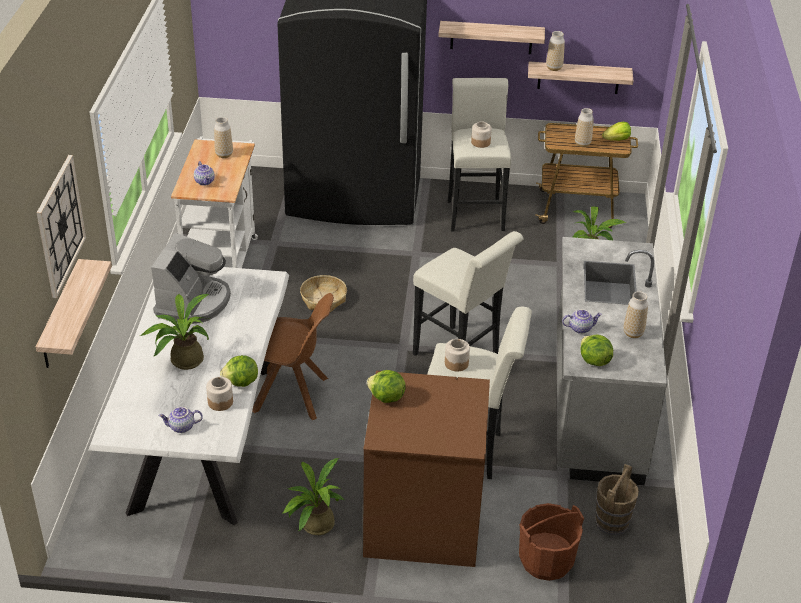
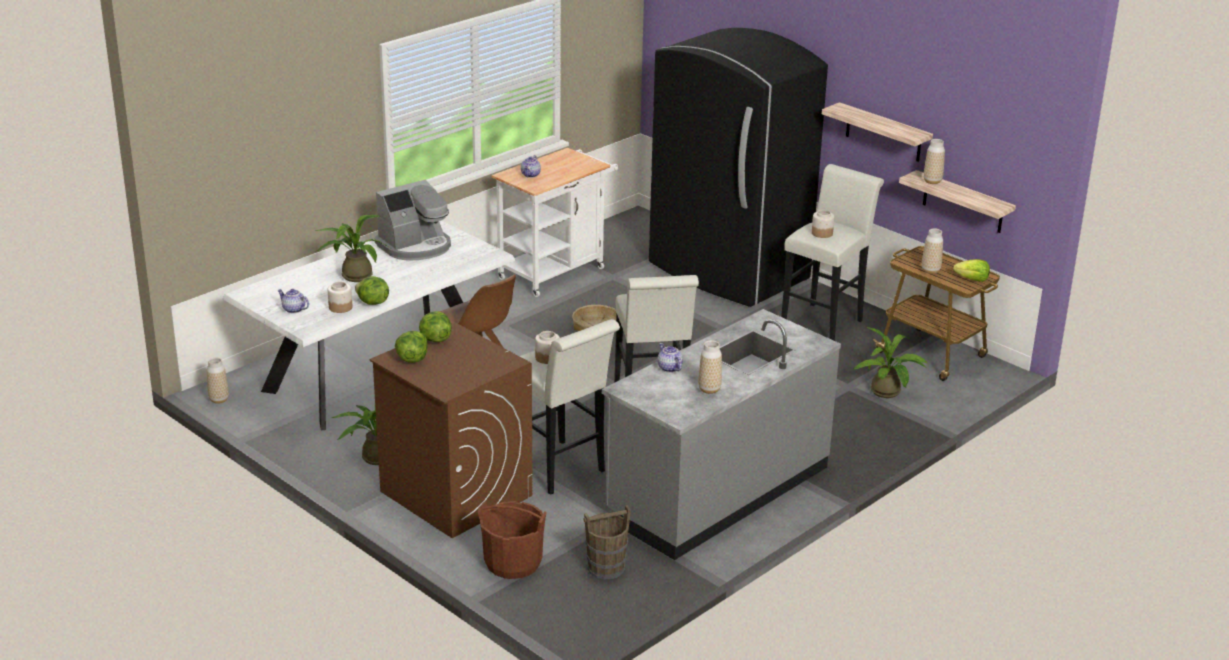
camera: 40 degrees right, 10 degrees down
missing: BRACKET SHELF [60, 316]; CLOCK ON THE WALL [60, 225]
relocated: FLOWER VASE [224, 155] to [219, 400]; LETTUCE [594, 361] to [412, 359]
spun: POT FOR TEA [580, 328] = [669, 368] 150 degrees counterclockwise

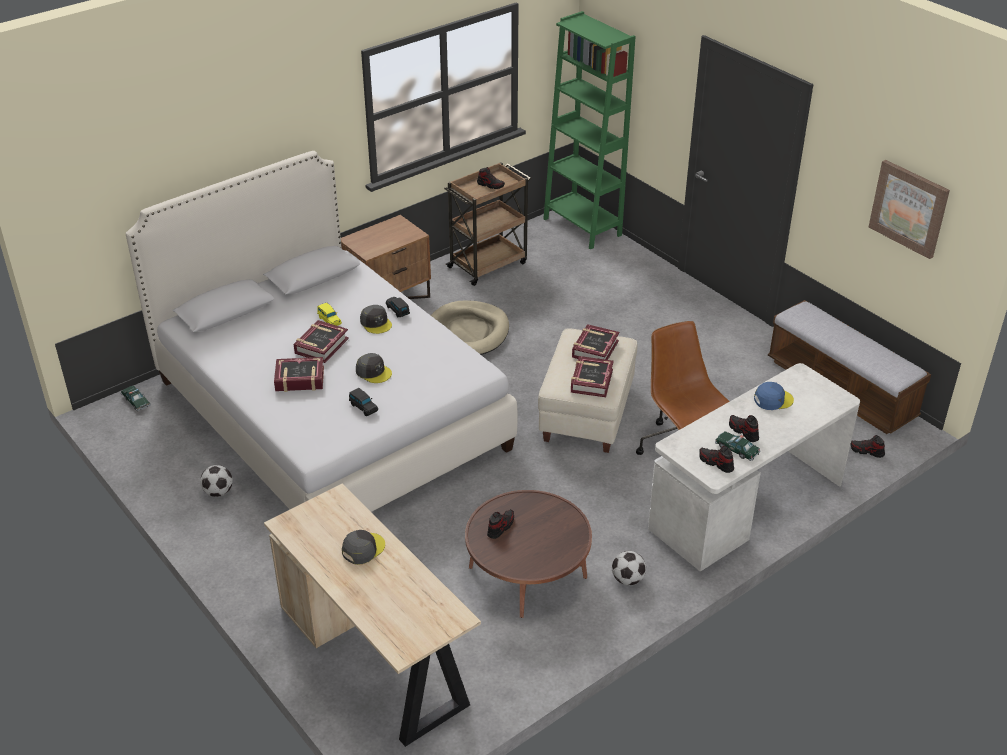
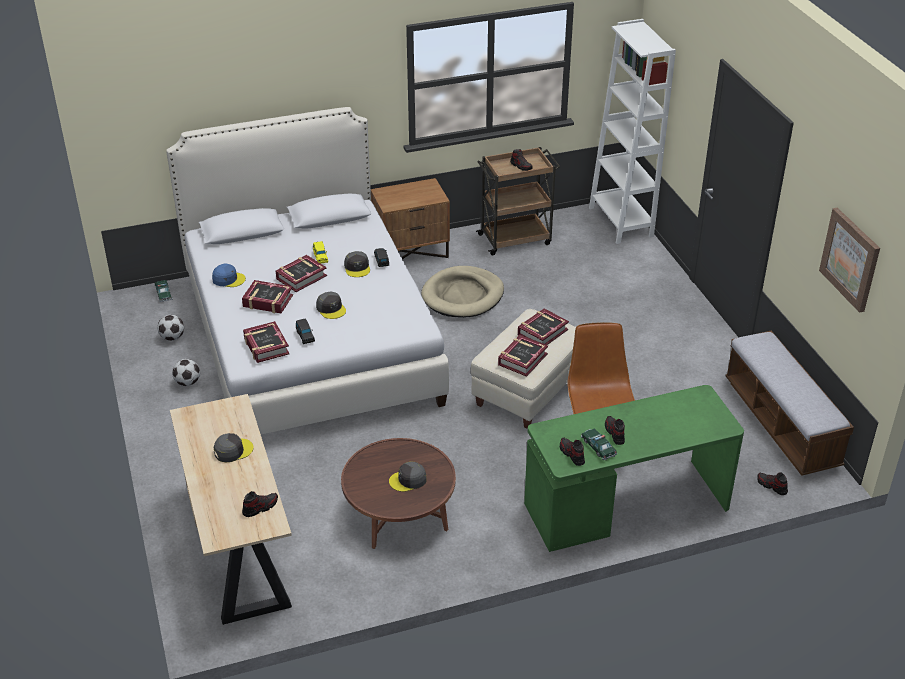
camera: 20 degrees right, 0 degrees up
appeared: BOOK [266, 346]; GREY BASEBALL CAP [408, 480]
relocated: LOW SHOE [500, 527] to [260, 507]; FOOTBALL [627, 579] to [172, 337]; BLUE-COLOURED BASEBALL CAP [773, 400] to [228, 279]
colour: GREENISH BOOKSHELF [582, 227] to WHITISH BOOKSHELF [620, 222]; WHITISH DESK [747, 506] to GREENISH DESK [626, 506]

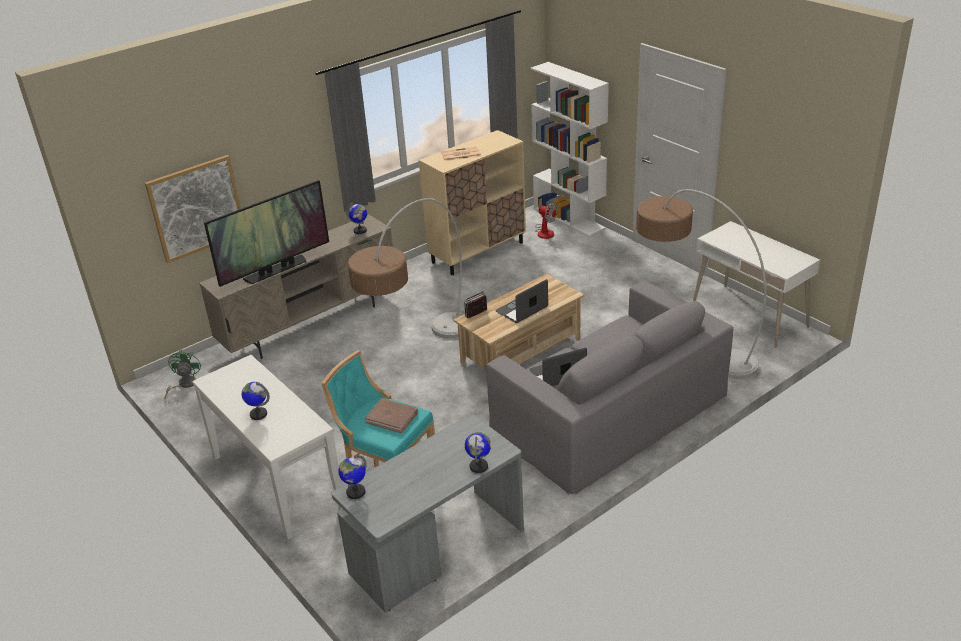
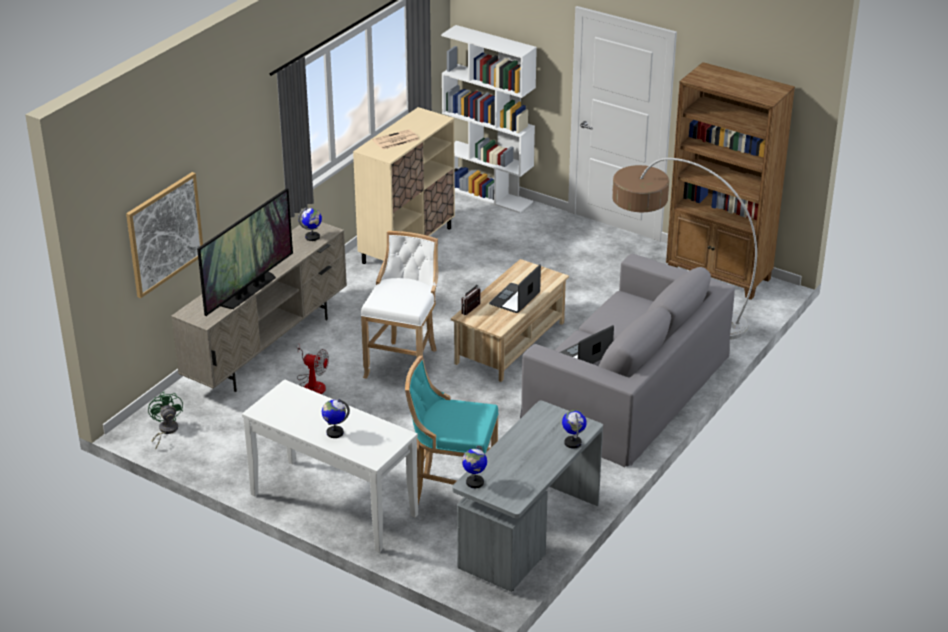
camera: 20 degrees left, 0 degrees up
missing: BROWN BOOK [392, 417]
relocated: FAN [545, 231] to [312, 384]
exchanged: FLOOR LAMP [417, 355] to WHITISH SITTING STOOL [404, 363]; WHITISH DESK [749, 315] to BROWN BOOKSHELF [719, 276]

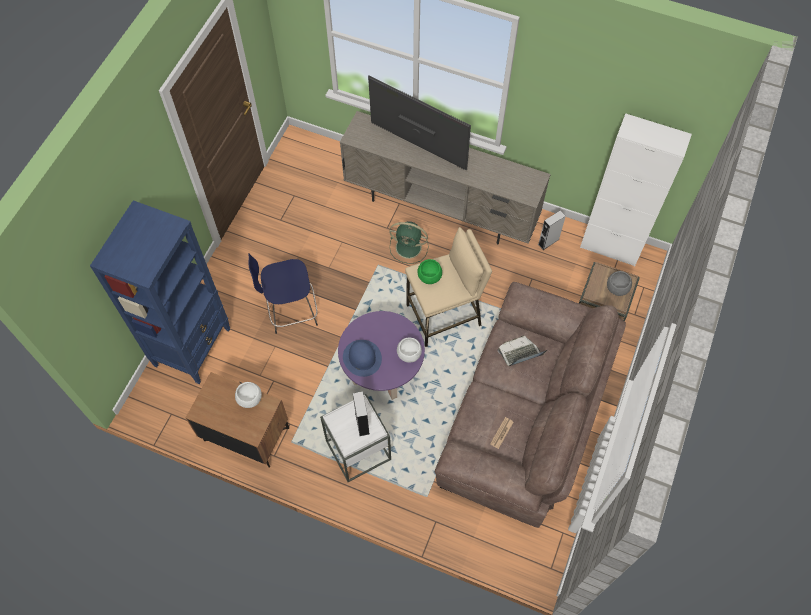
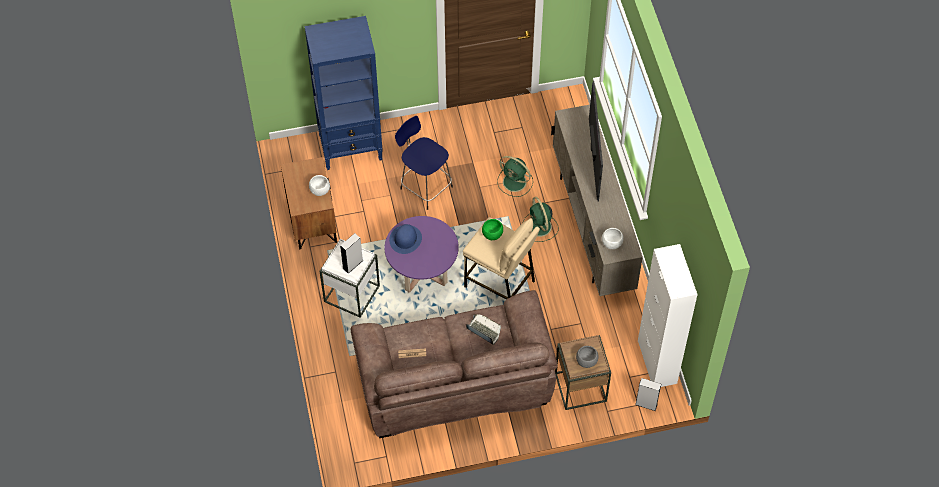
camera: 55 degrees right, 5 degrees down
appeared: GREENISH FAN [515, 182]
relocated: WHITISH SERVING BOWL [409, 354] to [611, 244]; GREY LOUDSPEAKER [548, 241] to [646, 404]

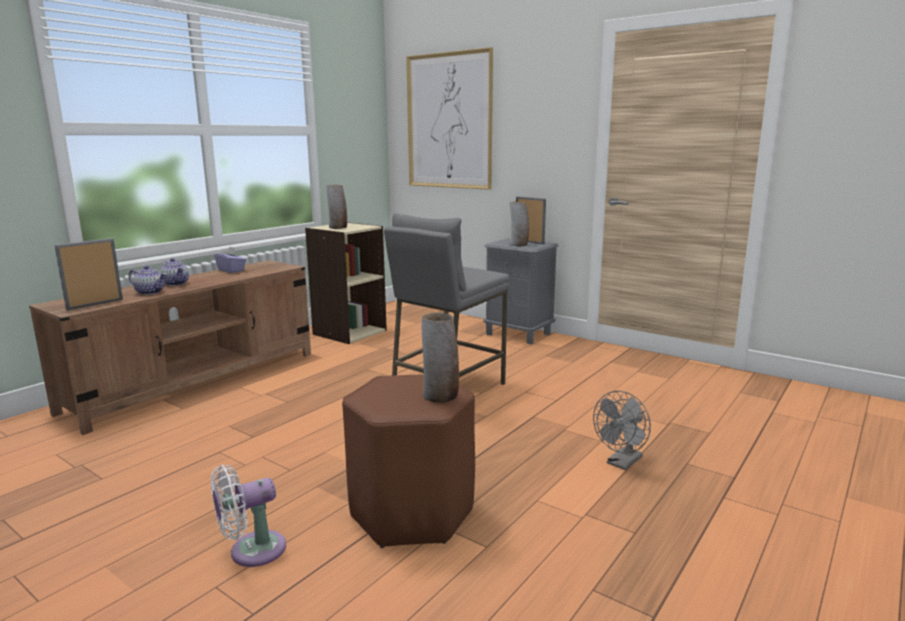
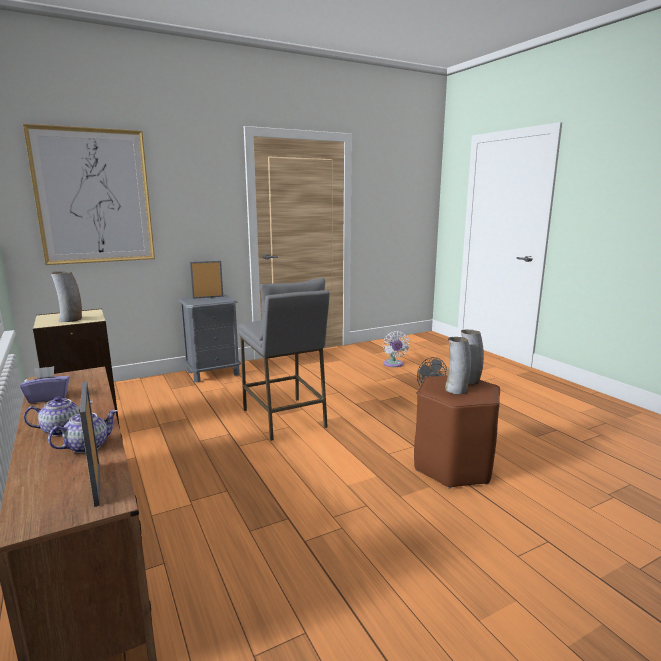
camera: 65 degrees left, 0 degrees up
relocated: WHITISH FAN [252, 551] to [393, 364]; FLOWER VASE [518, 245] to [456, 390]

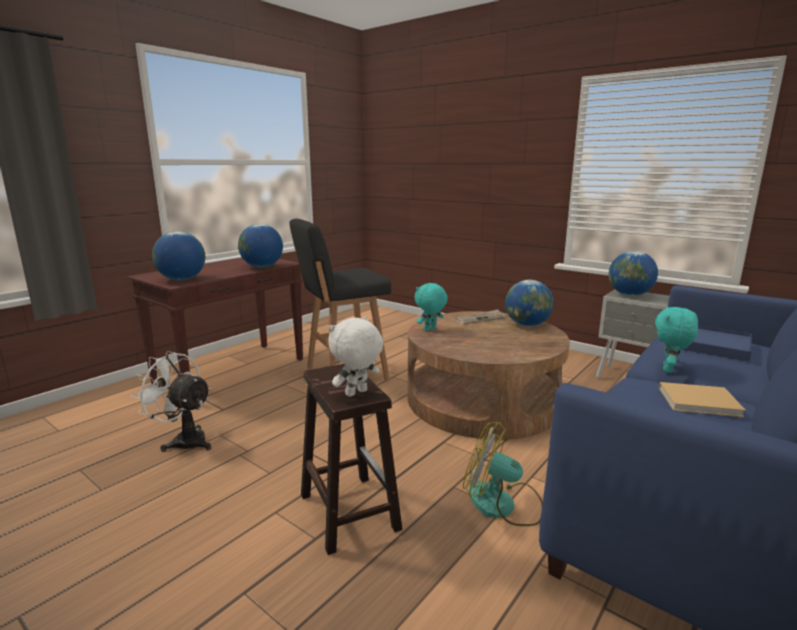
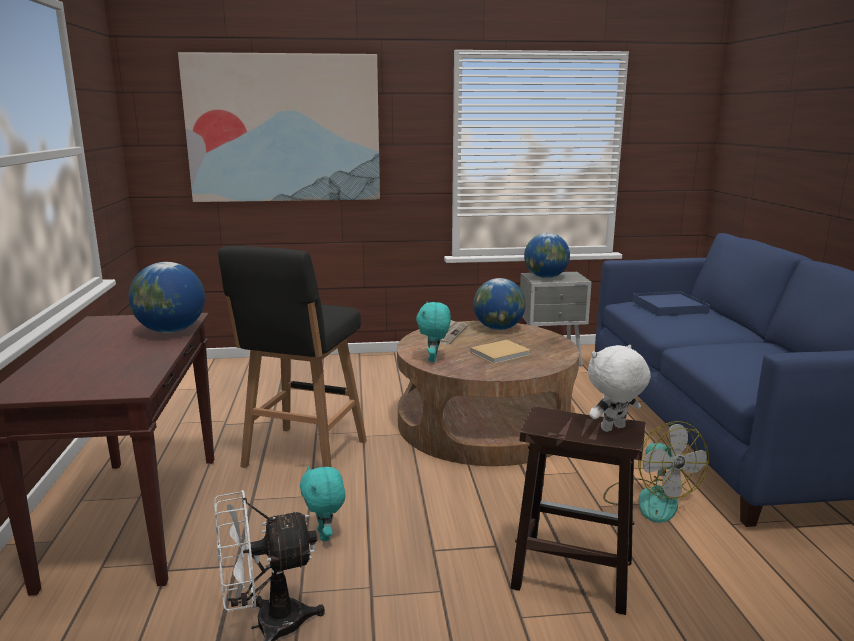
camera: 45 degrees left, 0 degrees up
missing: GLOBE [182, 279]
appeared: WALL PICTURE [284, 129]
relocated: TURQUOISE PLUSH TOY [669, 370] to [325, 535]; BEIGE-COLOURED BOOK [701, 402] to [501, 353]
spun: WHITISH PLUSH TOY [357, 393] = [613, 429] 60 degrees clockwise; FAN [502, 504] = [649, 499] 90 degrees counterclockwise

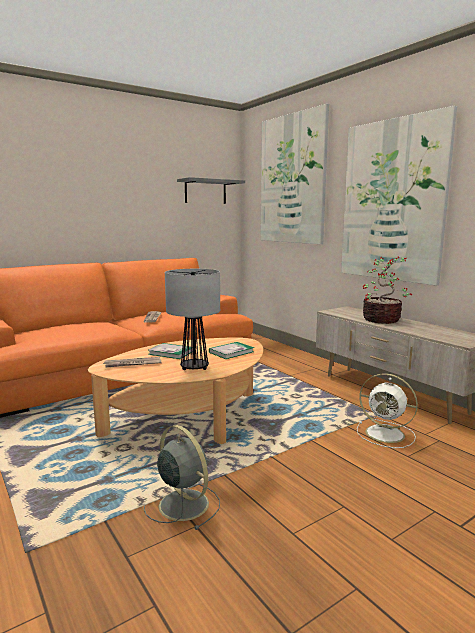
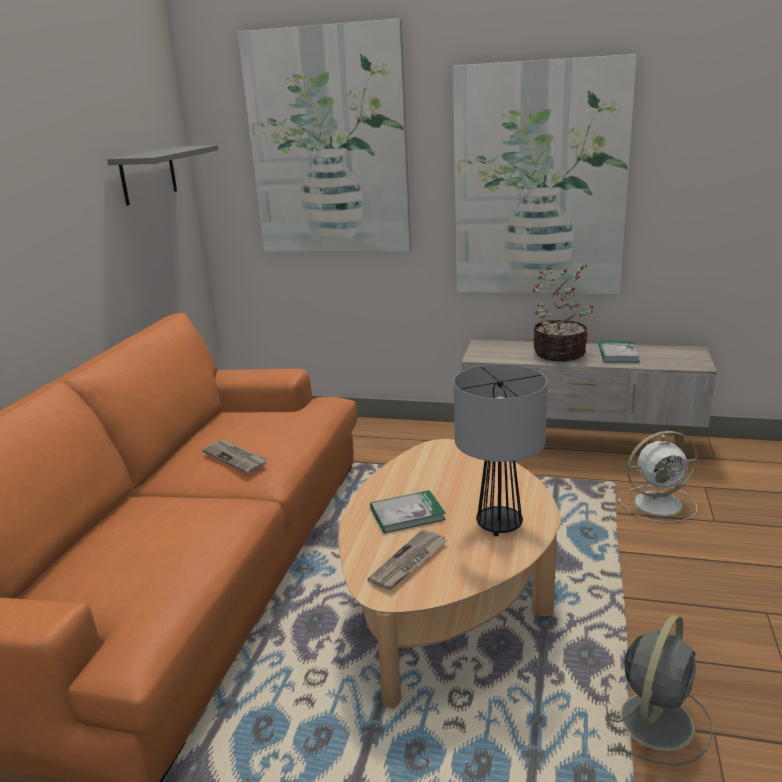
camera: 40 degrees left, 10 degrees up
relocated: BOOK [231, 352] to [618, 354]
spun: GREY FAN [182, 503] = [657, 719] 120 degrees clockwise

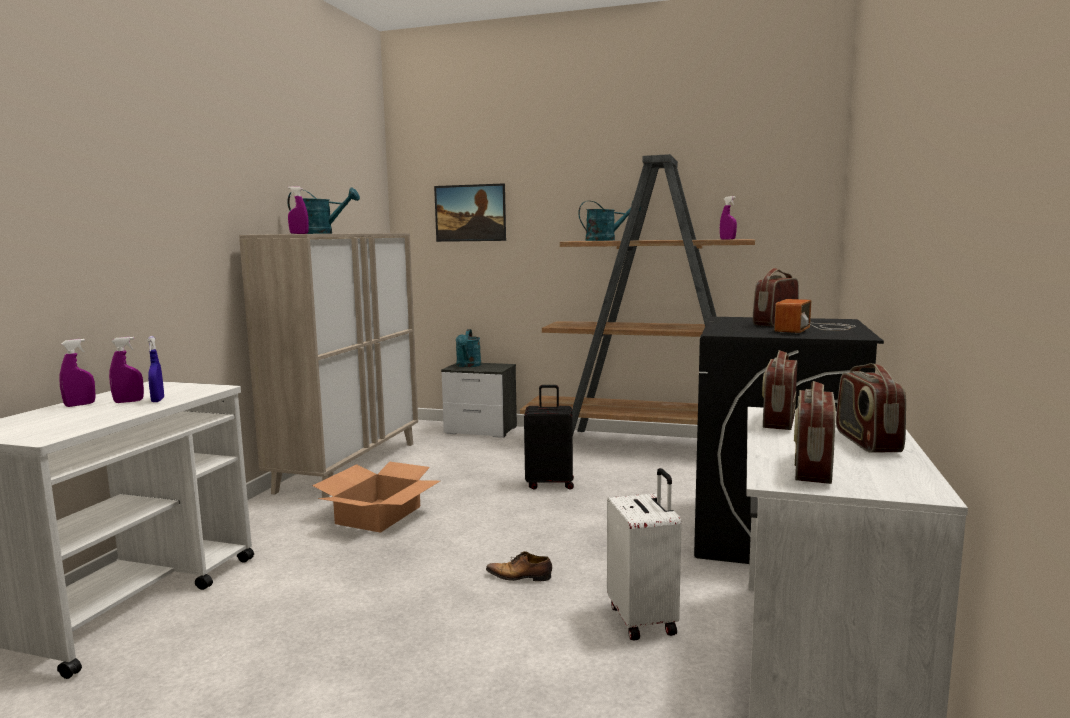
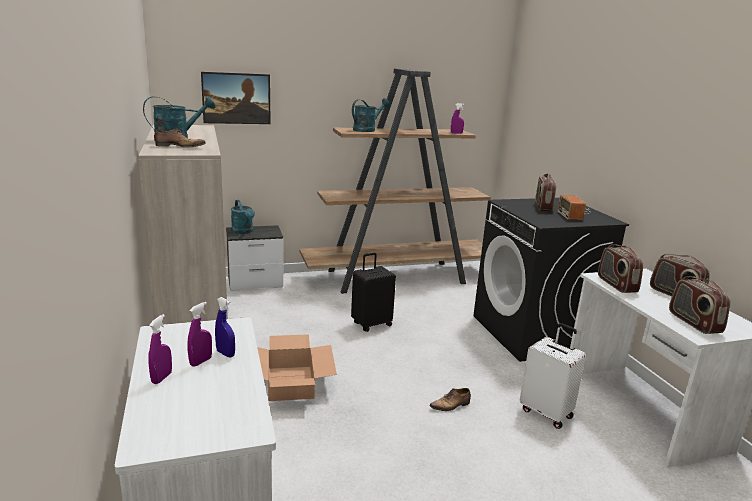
camera: 35 degrees left, 10 degrees up
exchanged: PURPLISH HAND SPRAYER [299, 233] to LOW SHOE [179, 146]

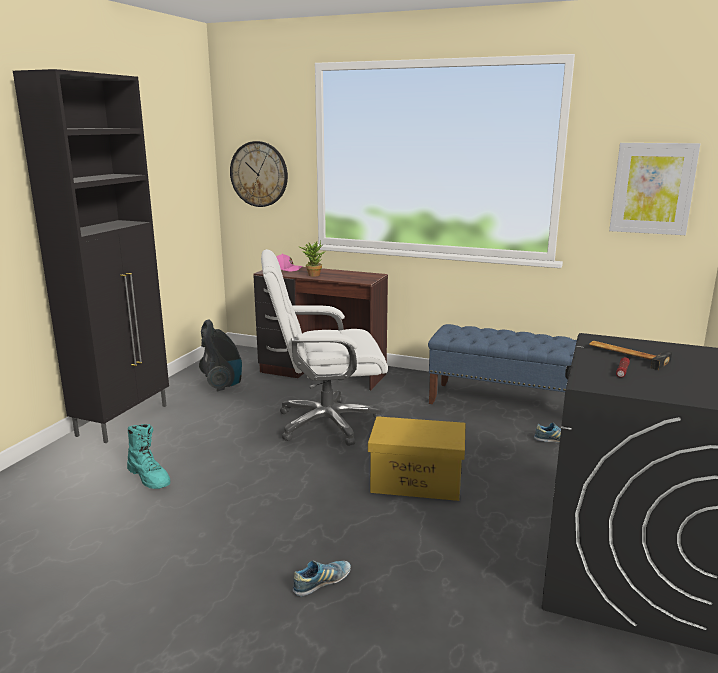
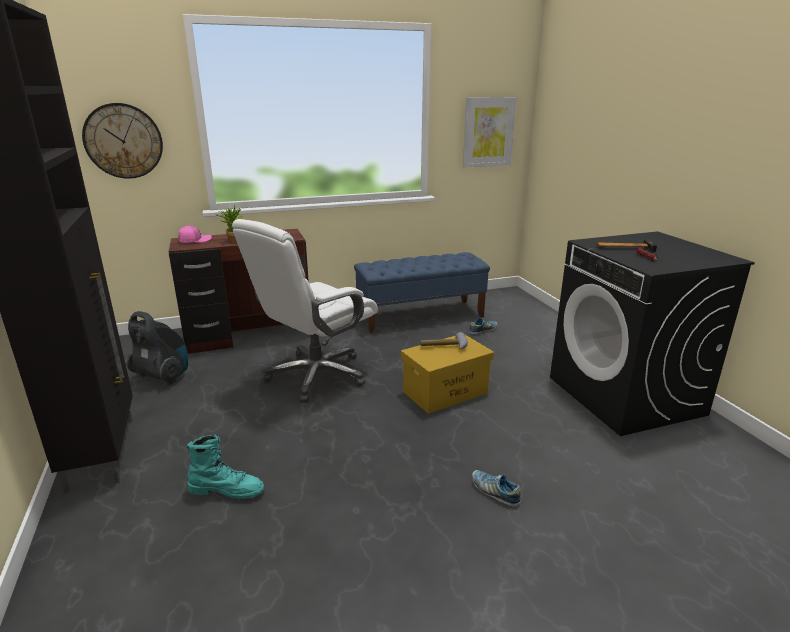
camera: 40 degrees left, 5 degrees up
appeared: HAMMER [444, 347]
spun: LOW SHOE [322, 583] = [494, 492] 60 degrees counterclockwise

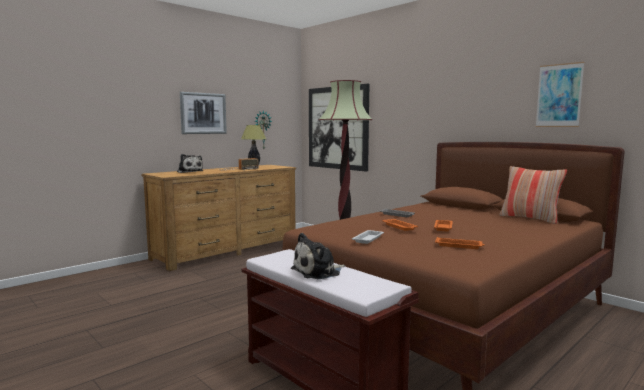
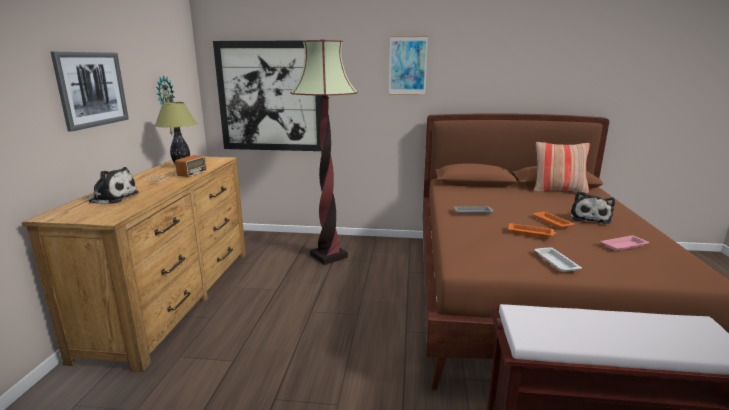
camera: 40 degrees left, 10 degrees up
relocated: PLUSH TOY [318, 272] to [589, 218]; WALL PICTURE [559, 95] to [407, 66]
colour: ORANGE CARRYING TRAY [459, 246] to PINKISH CARRYING TRAY [624, 245]

